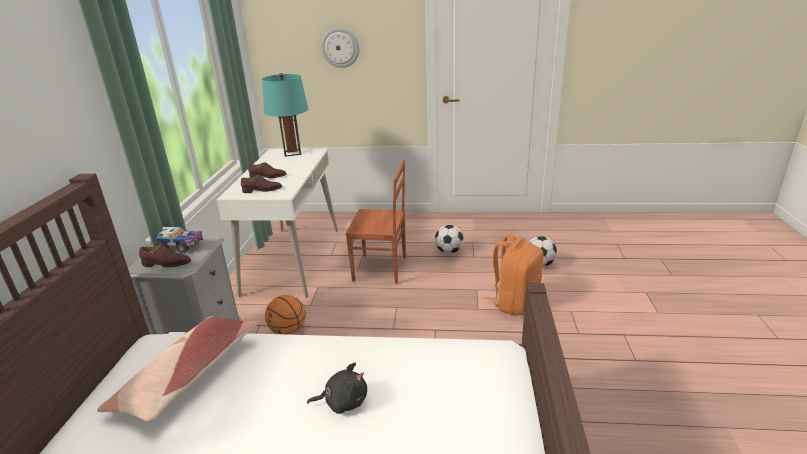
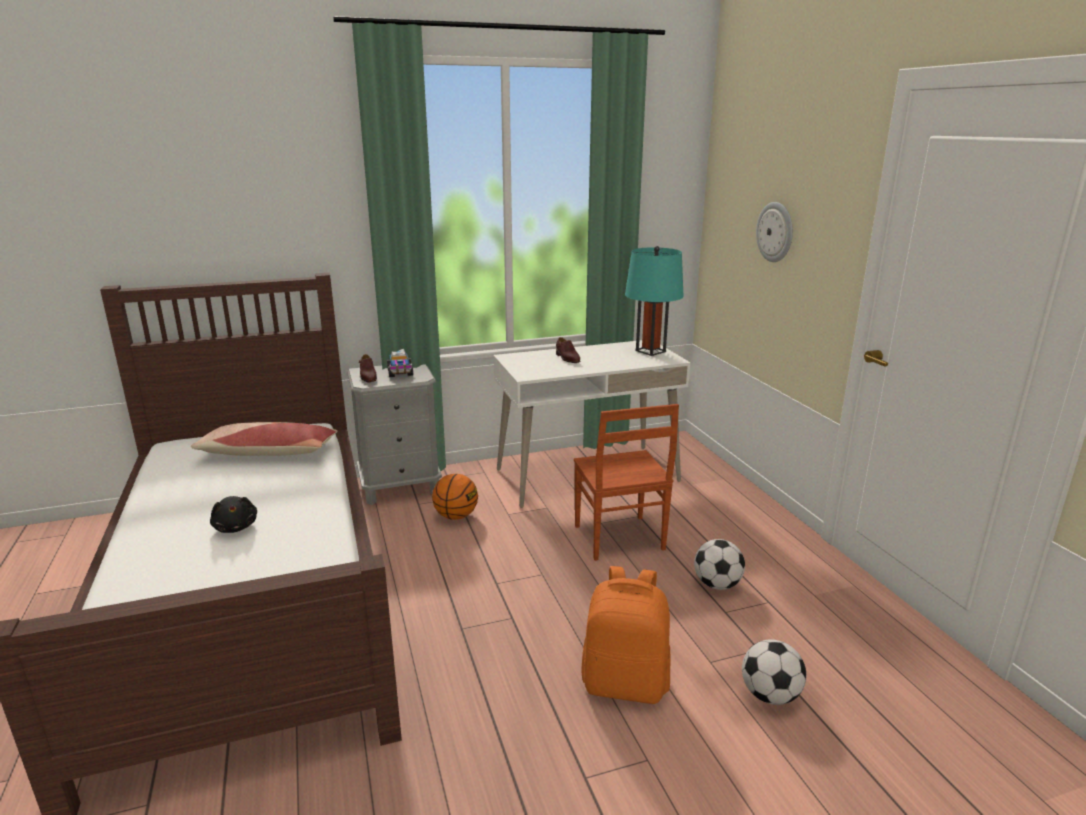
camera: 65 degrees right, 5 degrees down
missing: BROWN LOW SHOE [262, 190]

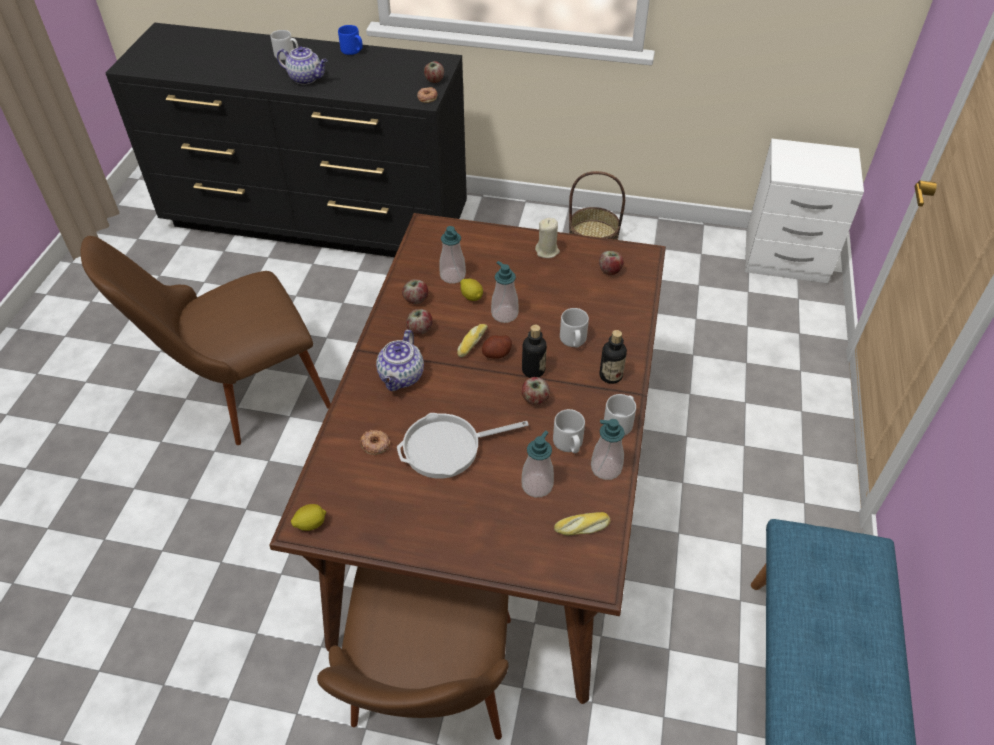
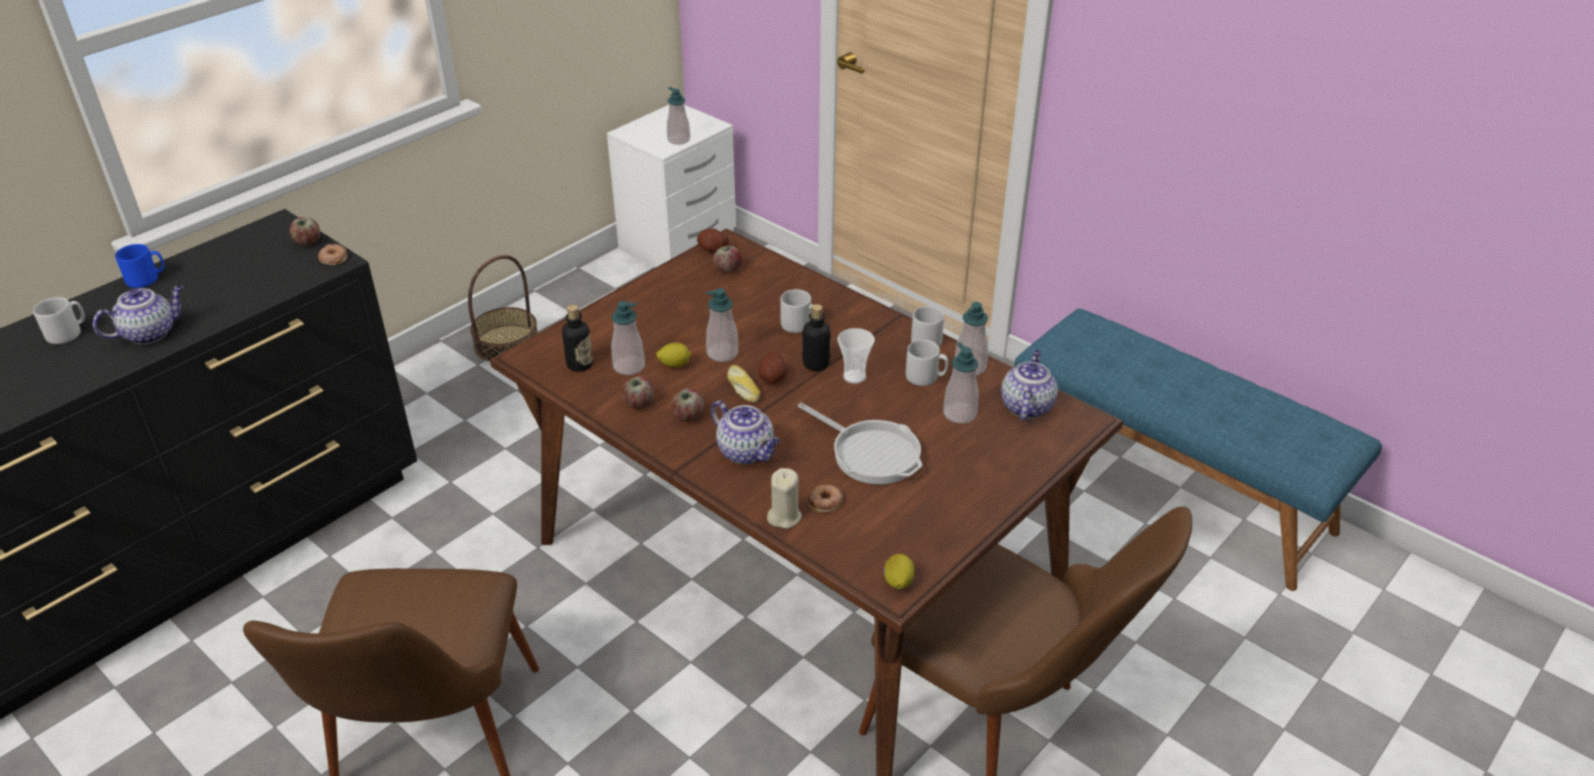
camera: 60 degrees left, 10 degrees down
appeared: LIQUID SOAP BOTTLE [678, 140]; POTATO [713, 250]
relocated: BEIGE-COLOURED WAX CANDLE [547, 251] to [784, 516]; DRINK BOTTLE [610, 375] to [579, 364]
exchanged: WHOLE APPLE [535, 399] to CUP [854, 377]; BAKERY BREAD [582, 528] to POT FOR TEA [1026, 406]
spun: FRYING PAN [447, 448] = [871, 453] 60 degrees counterclockwise

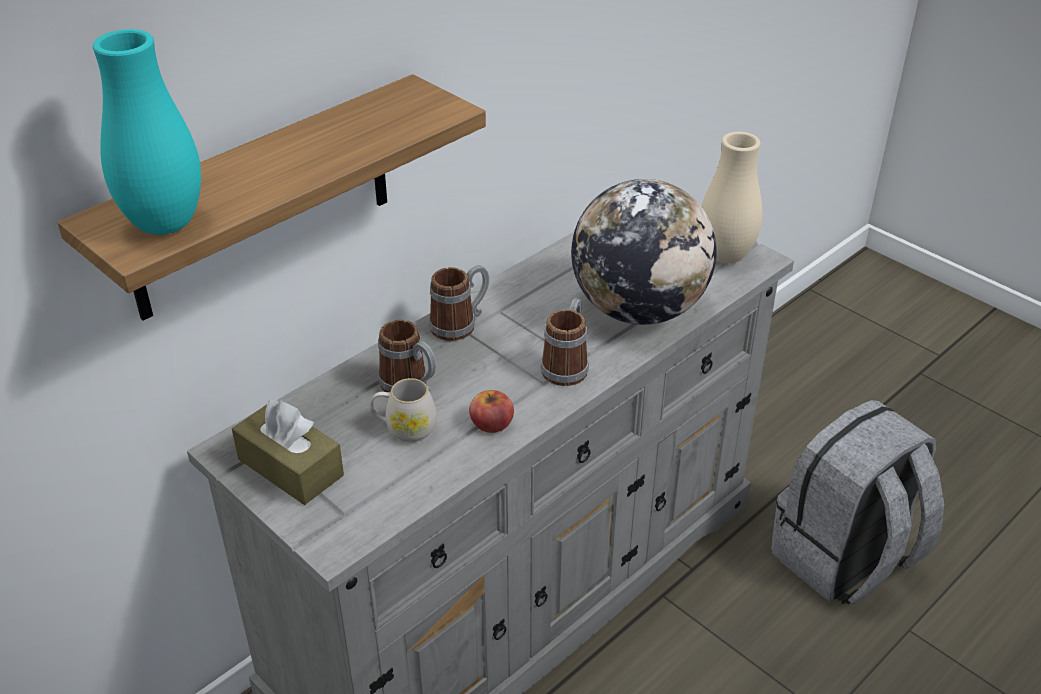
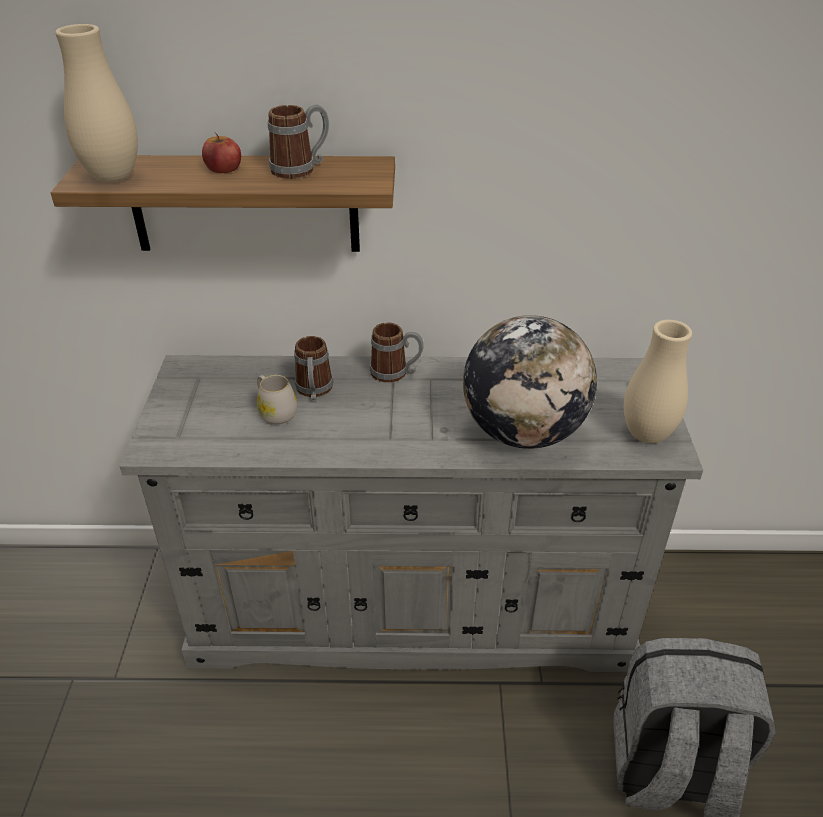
camera: 45 degrees right, 0 degrees up
missing: BROWN BOX OF TISSUES [290, 467]
relocated: WHOLE APPLE [491, 422] to [223, 168]; TEA MUG [567, 365] to [301, 168]
colour: TURQUOISE FLOWER VASE [165, 224] to BEIGE-COLOURED FLOWER VASE [113, 177]

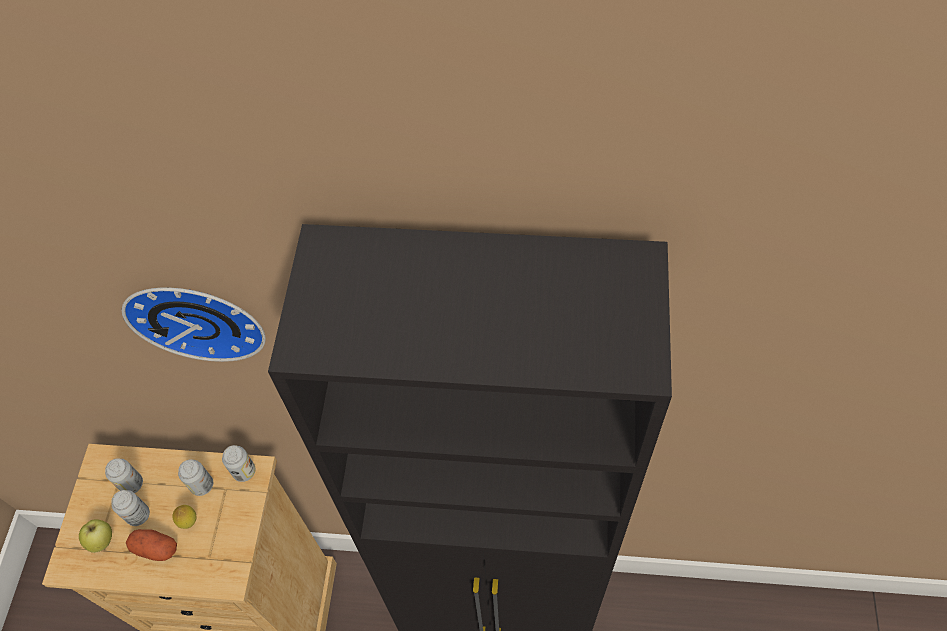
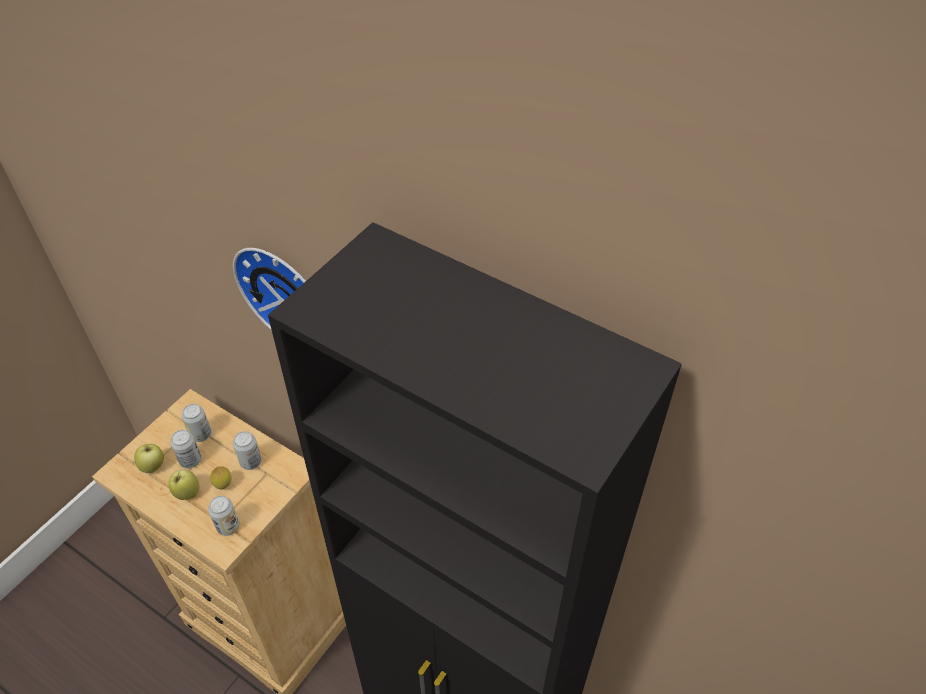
camera: 25 degrees right, 10 degrees down
relocated: SEALED CAN [244, 471] to [228, 526]
exchanged: POTATO [156, 548] to WHOLE APPLE [187, 493]

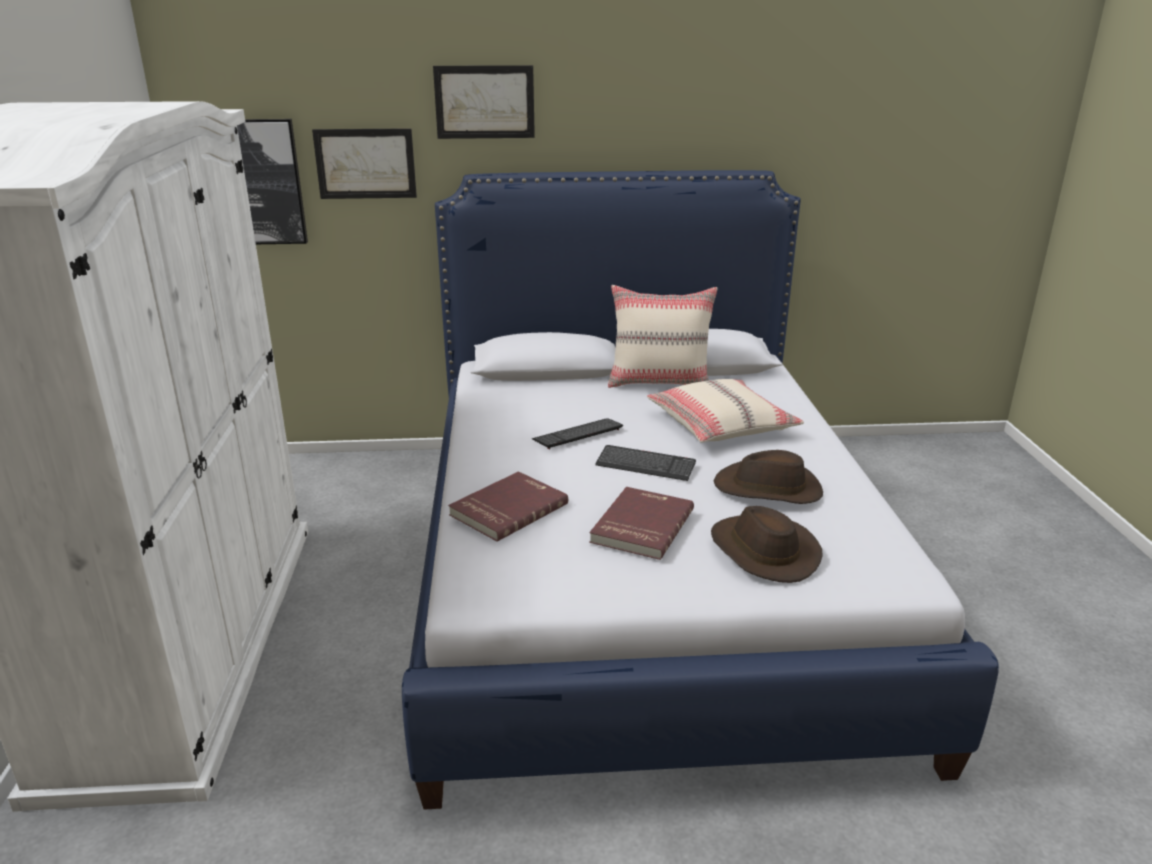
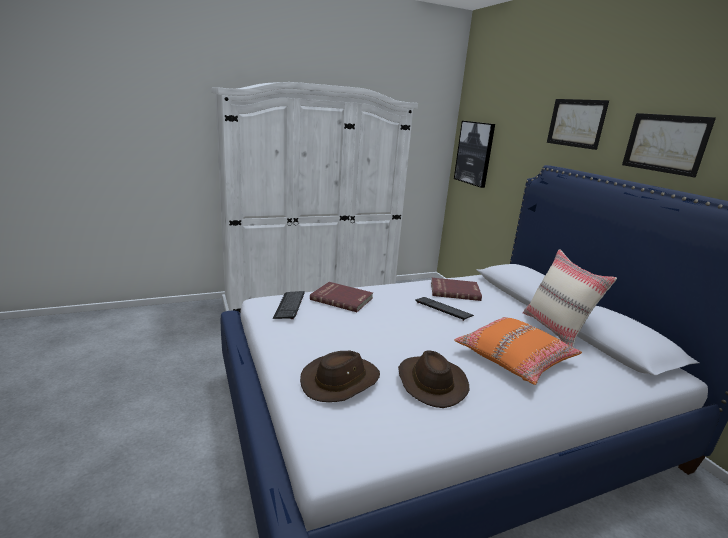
camera: 70 degrees right, 5 degrees down
relocated: WALL PICTURE [365, 163] to [665, 143]; REDDISH BOOK [640, 526] to [454, 291]; COMPUTER KEYBOARD [645, 465] to [289, 306]
colour: BEIGE-COLOURED THROW PILLOW [721, 425] to ORANGE THROW PILLOW [514, 358]

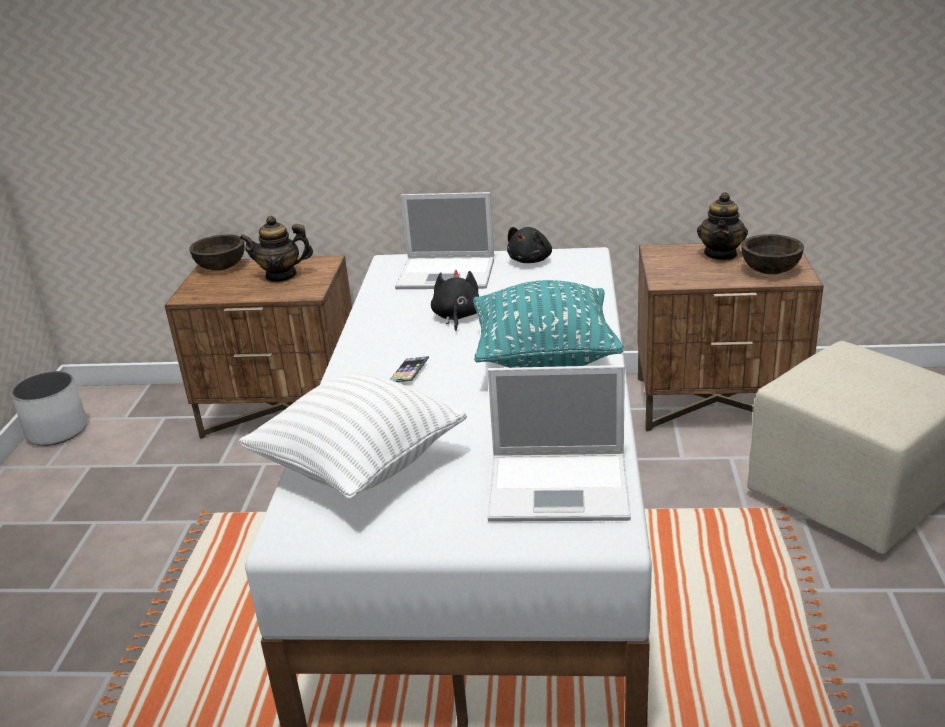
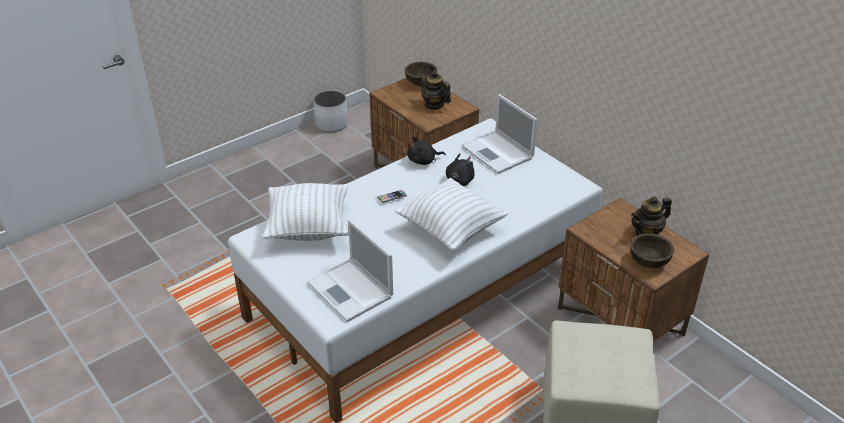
camera: 45 degrees right, 10 degrees up
relocated: BLACKISH PLUSH TOY [531, 260] to [423, 161]
colour: TURQUOISE THROW PILLOW [544, 357] to WHITISH THROW PILLOW [451, 230]

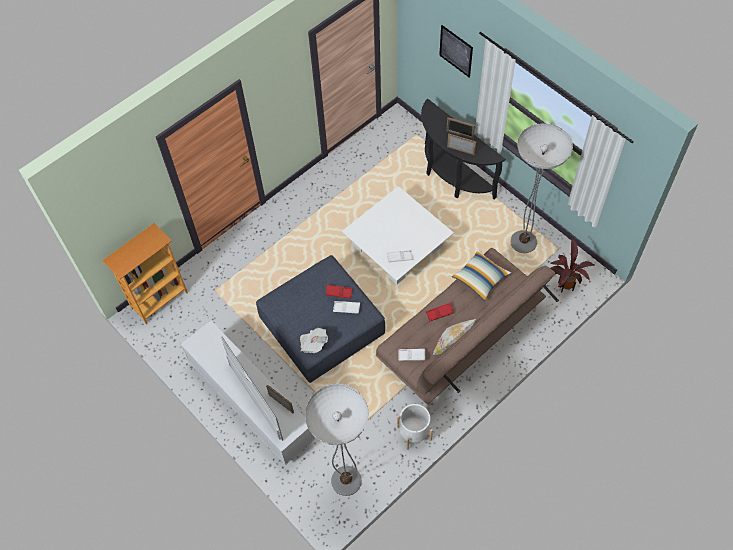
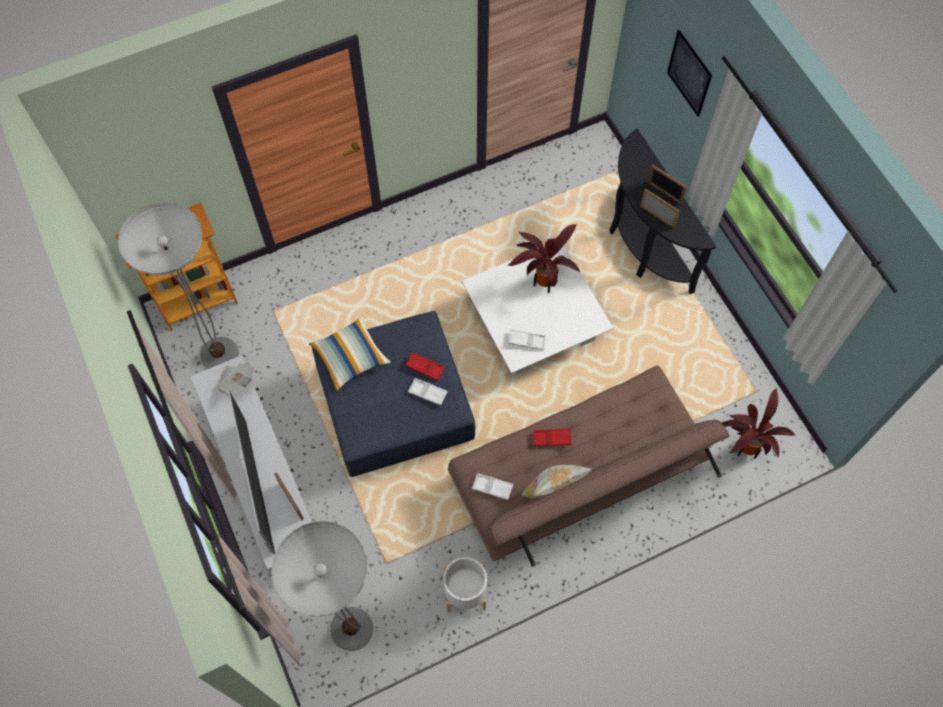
camera: 15 degrees right, 5 degrees up
appeared: PLANT IN A POT [543, 280]
relocated: DAILY PAPER [313, 344] to [237, 382]; THROW PILLOW [480, 278] to [350, 358]; FLOOR LAMP [523, 242] to [219, 354]

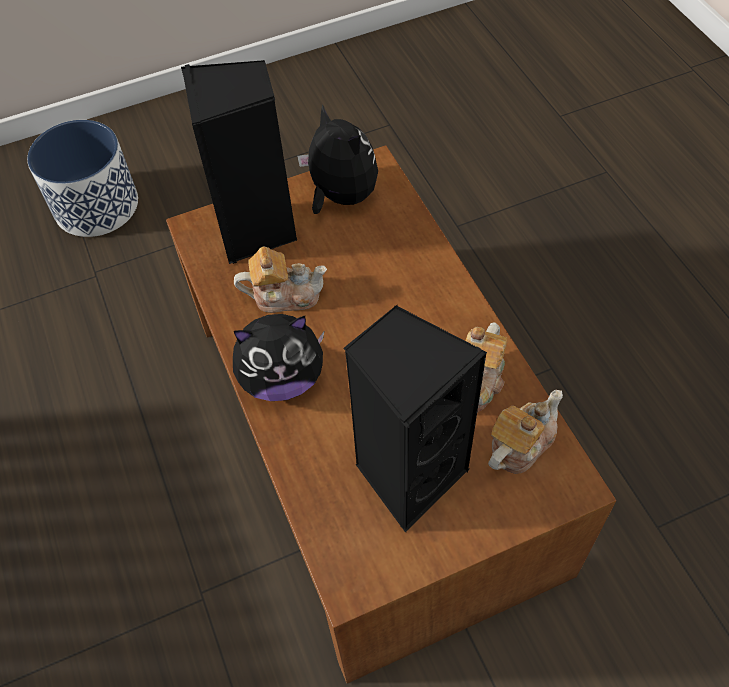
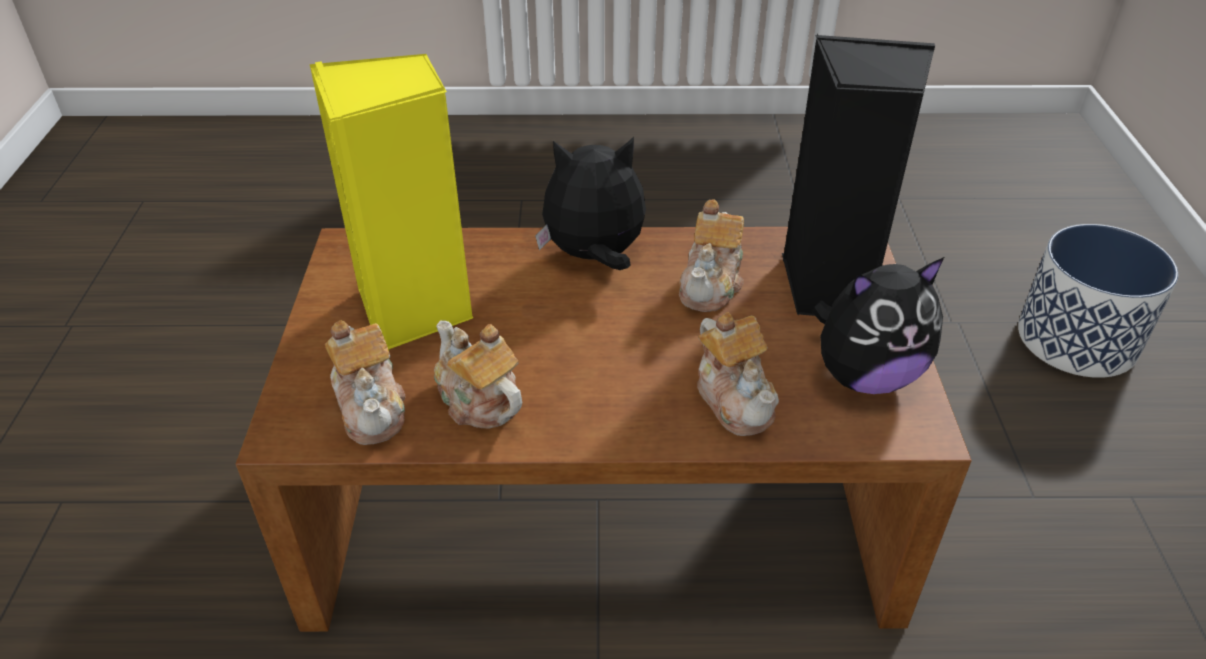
camera: 110 degrees right, 15 degrees down
appeared: POT FOR TEA [735, 399]
colour: BLACKISH LOUDSPEAKER [408, 473] to YELLOWISH LOUDSPEAKER [415, 311]
spun: PLUSH TOY [282, 379] = [594, 257] 75 degrees clockwise

